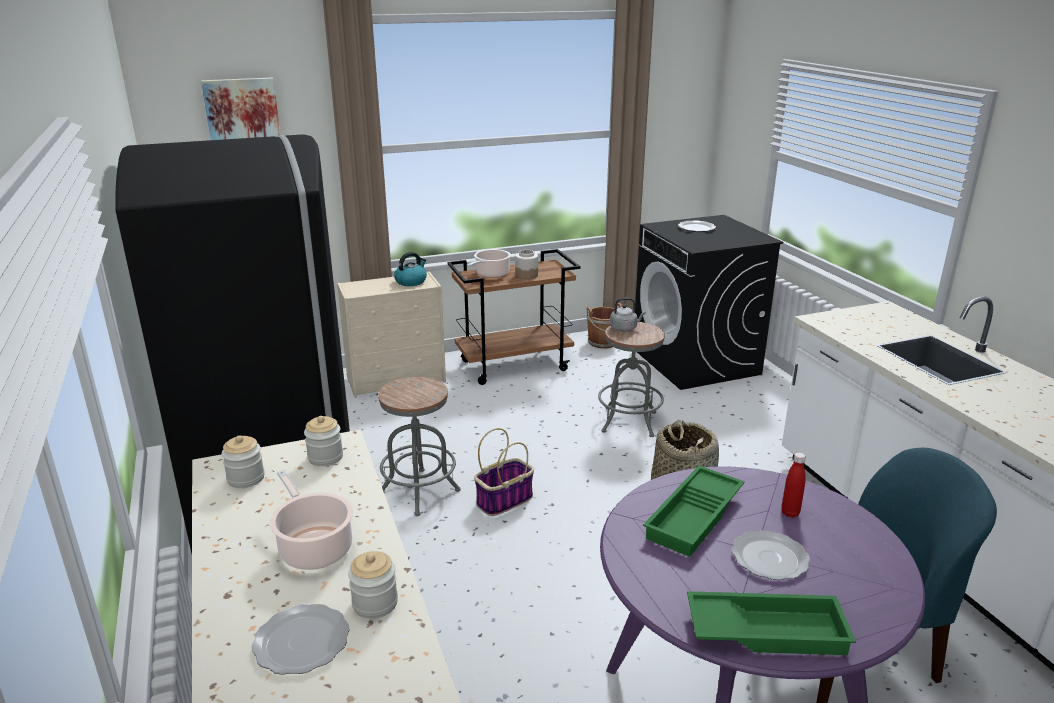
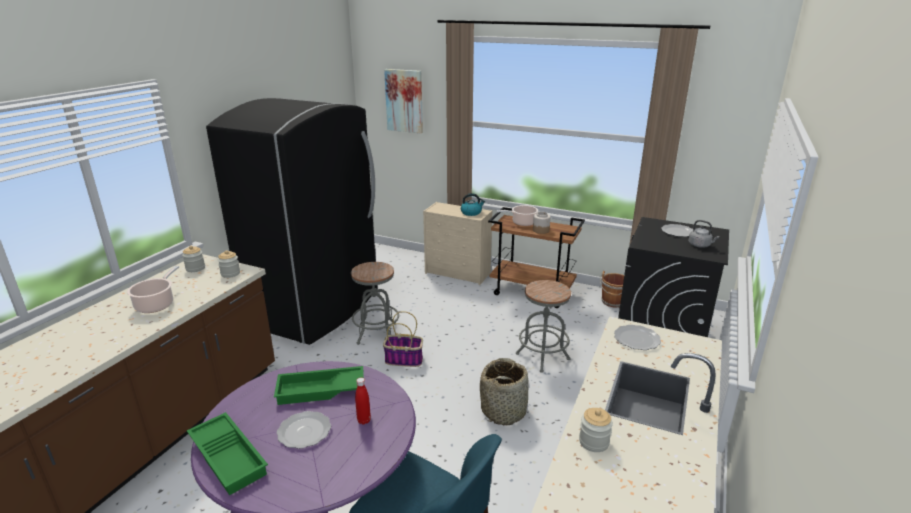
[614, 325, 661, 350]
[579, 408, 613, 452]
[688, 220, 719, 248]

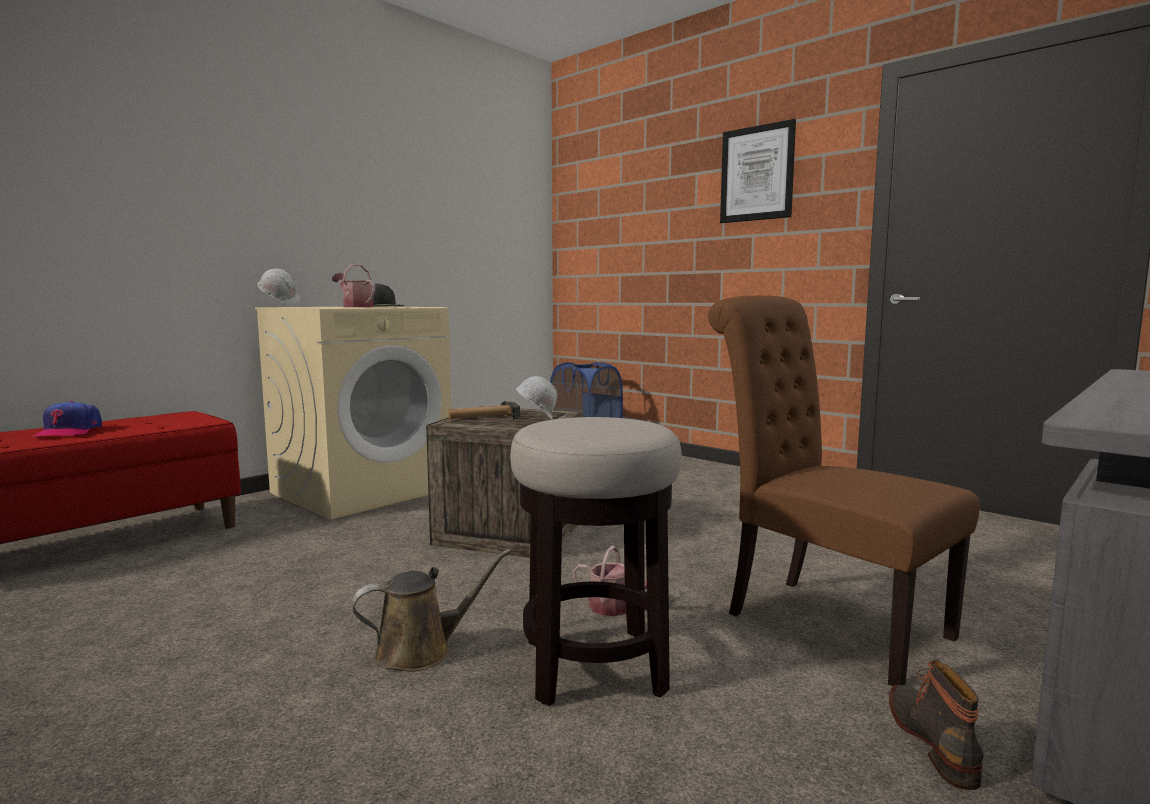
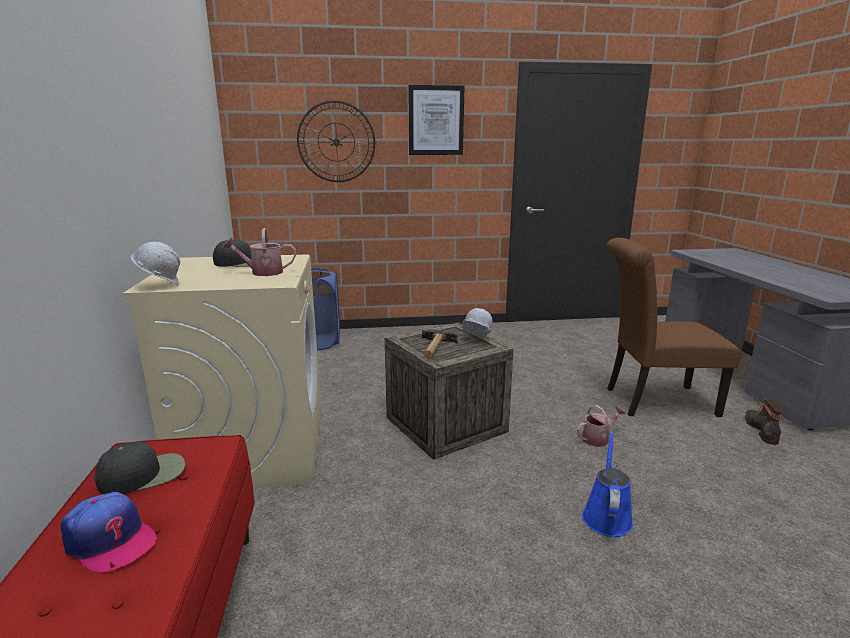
[582, 431, 633, 537]
[510, 417, 682, 706] (first image)
[745, 398, 782, 445]
[94, 442, 185, 494]
[297, 100, 375, 182]

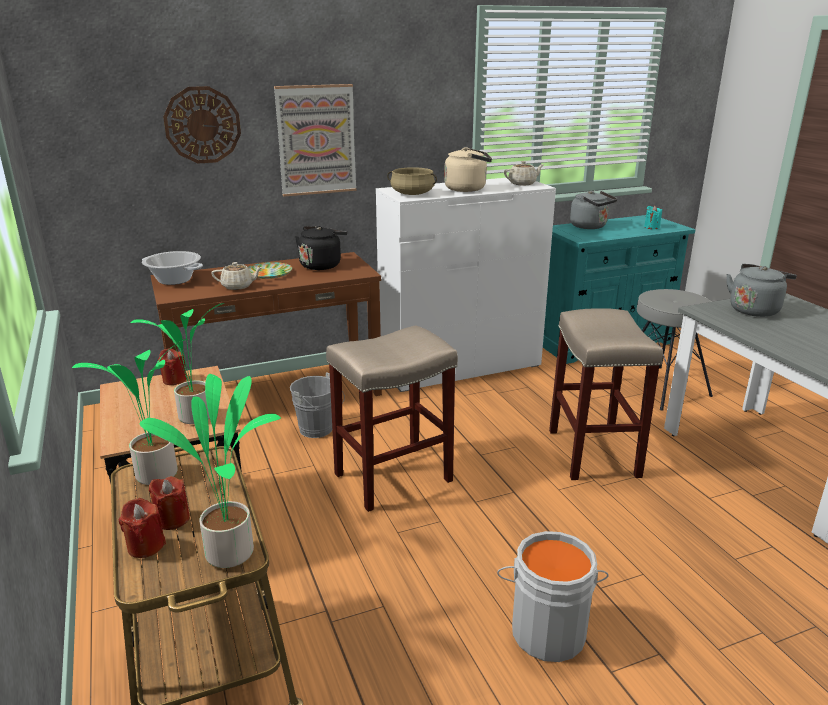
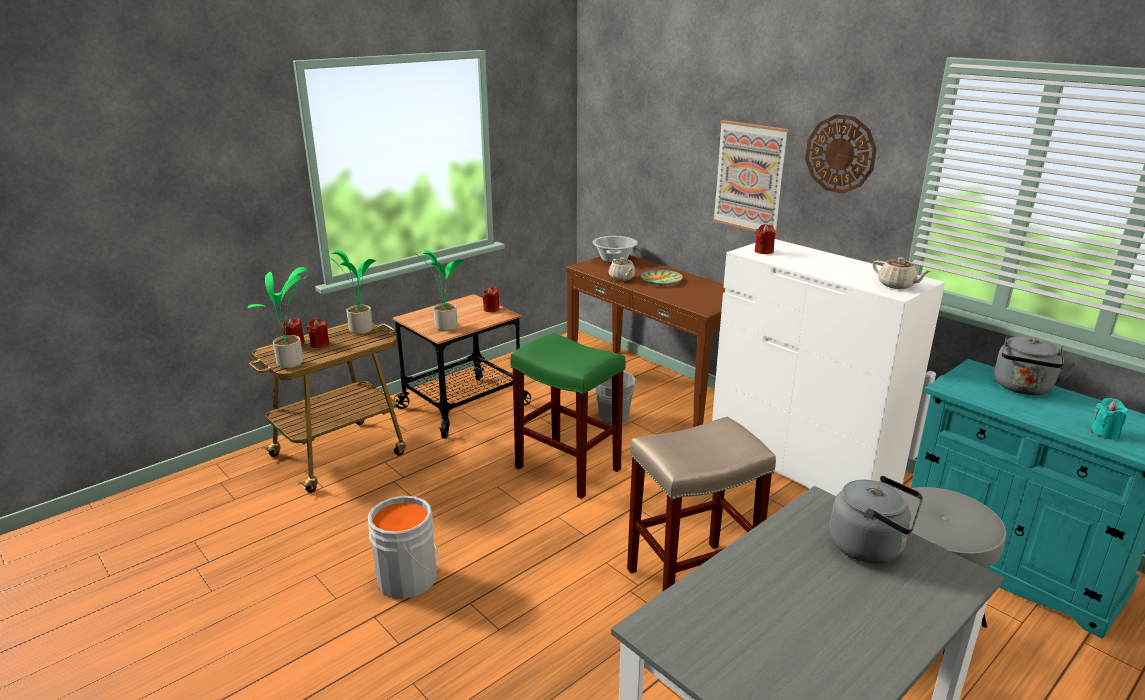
[805, 114, 877, 193]
[295, 226, 347, 270] (first image)
[510, 333, 626, 499]
[755, 224, 776, 254]
[444, 147, 492, 192] (first image)

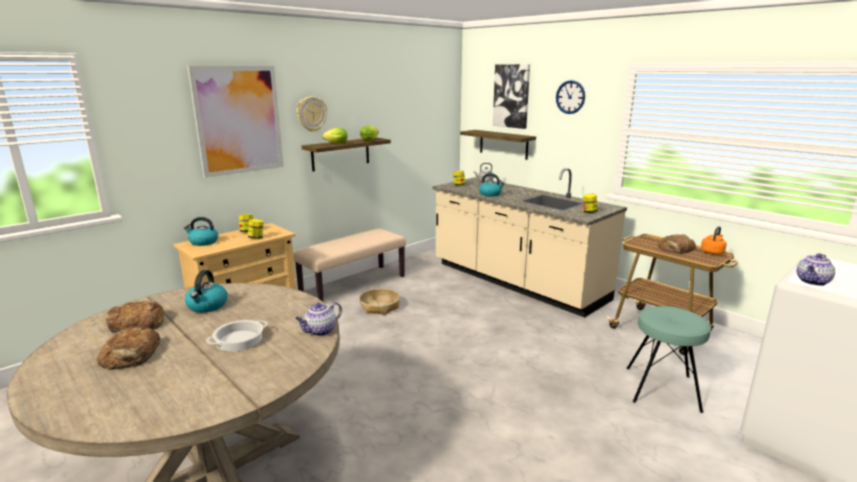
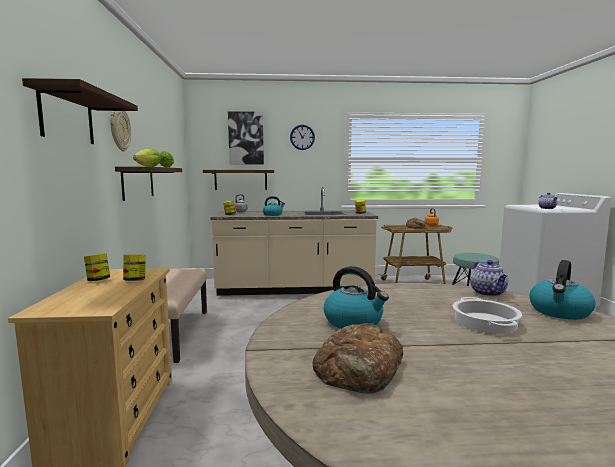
[97, 325, 160, 370] (first image)
[529, 260, 596, 320]
[22, 78, 138, 144]
[359, 288, 400, 315] (first image)

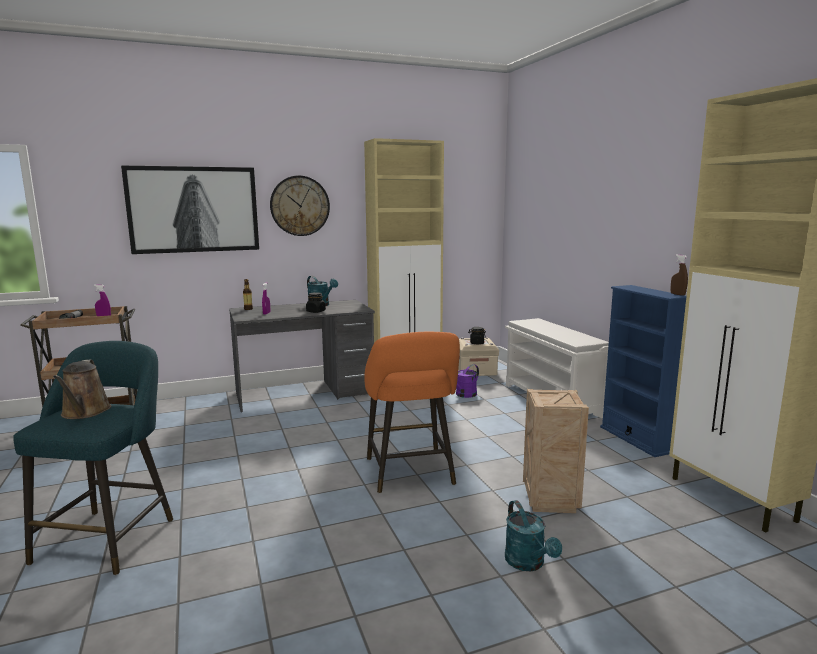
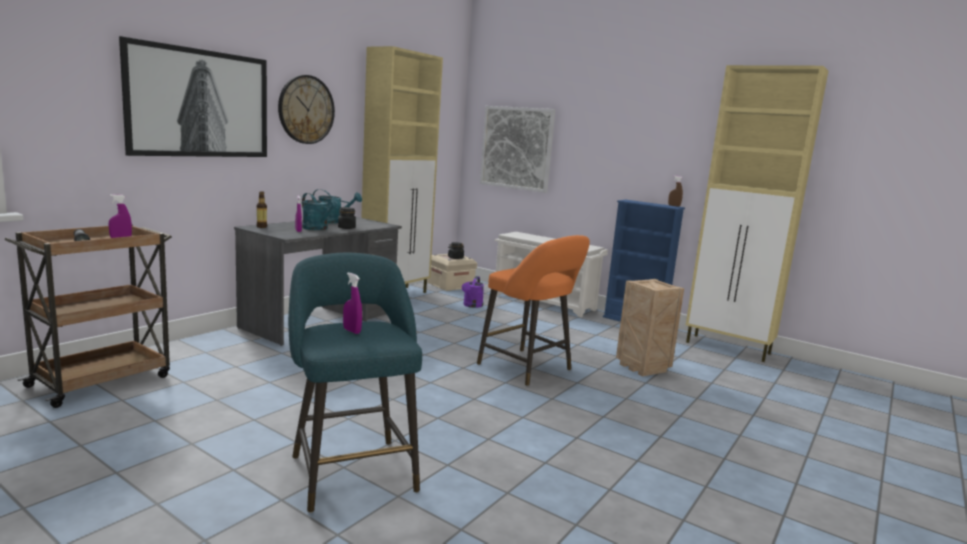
[343, 272, 362, 334]
[302, 193, 341, 230]
[480, 106, 555, 193]

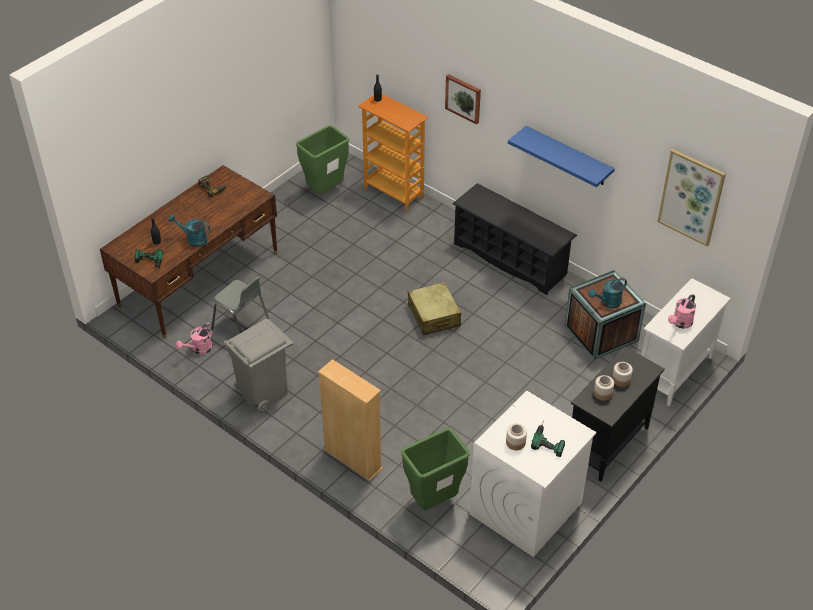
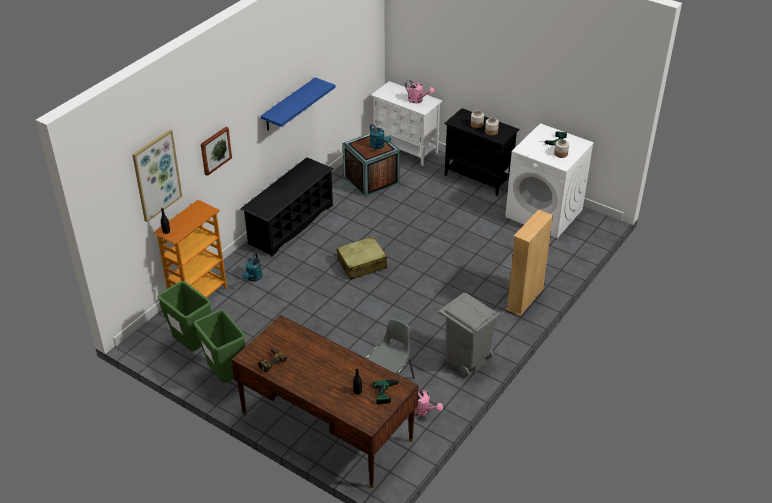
[242, 253, 262, 282]
[194, 310, 245, 383]
[132, 130, 182, 222]

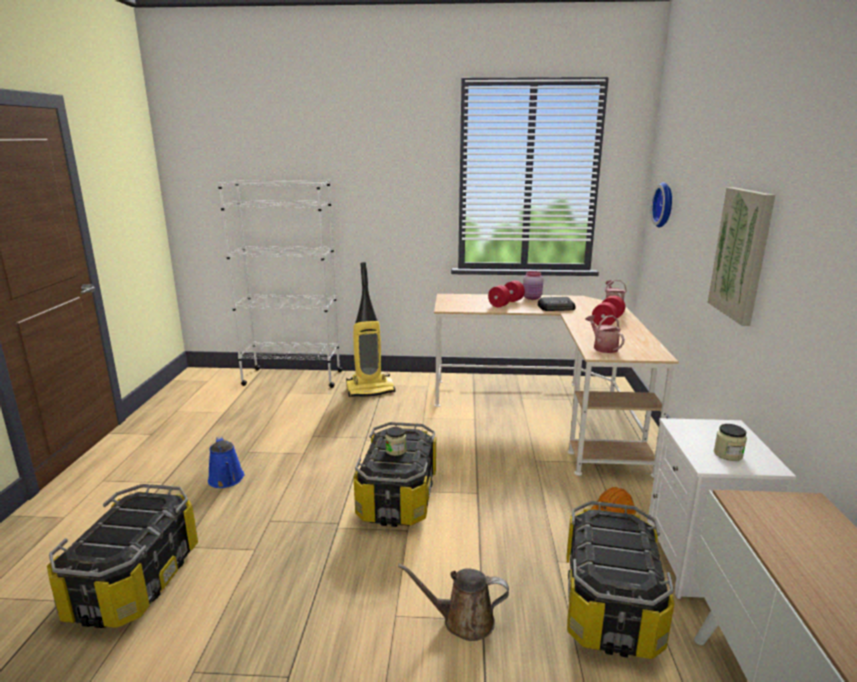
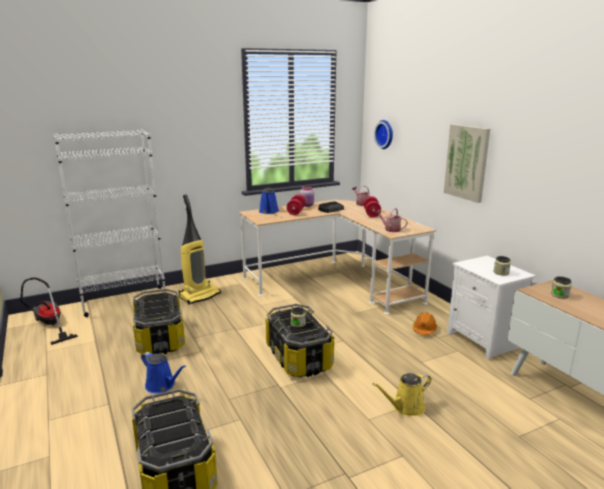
[372, 373, 431, 416]
[133, 289, 185, 354]
[20, 277, 78, 345]
[259, 188, 279, 214]
[551, 276, 572, 299]

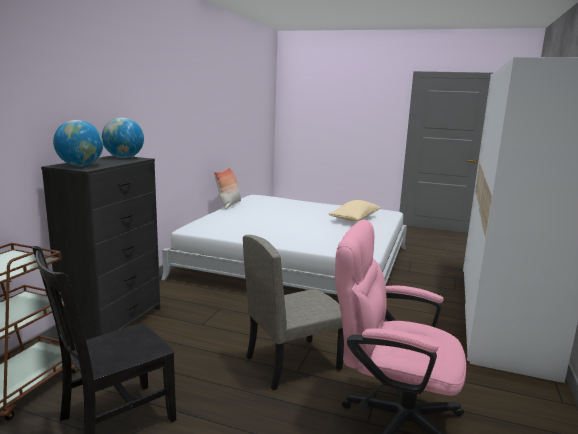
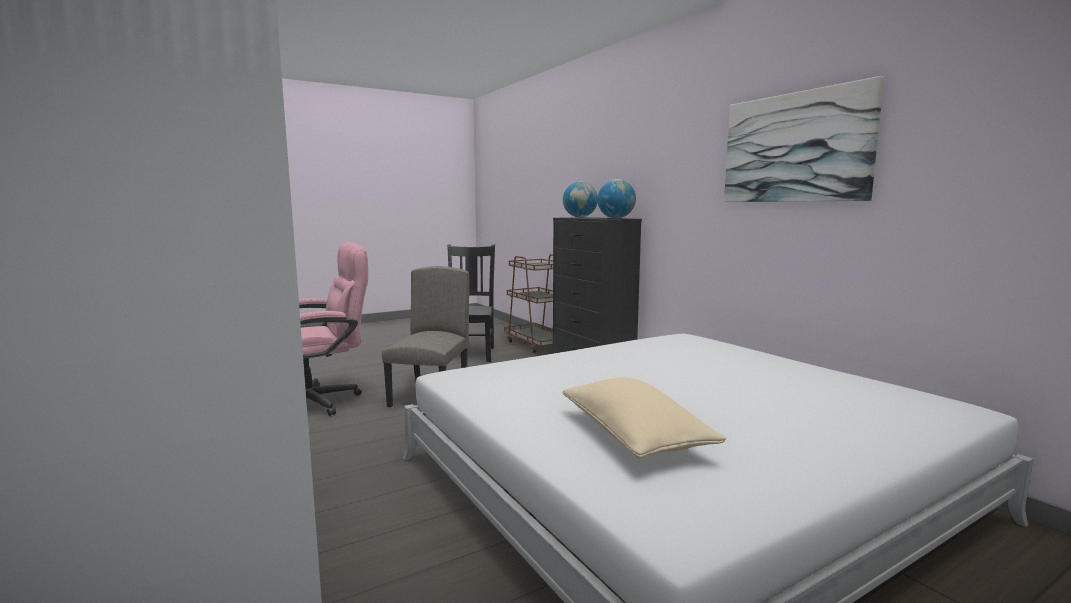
[214, 167, 241, 210] (first image)
[724, 76, 884, 202]

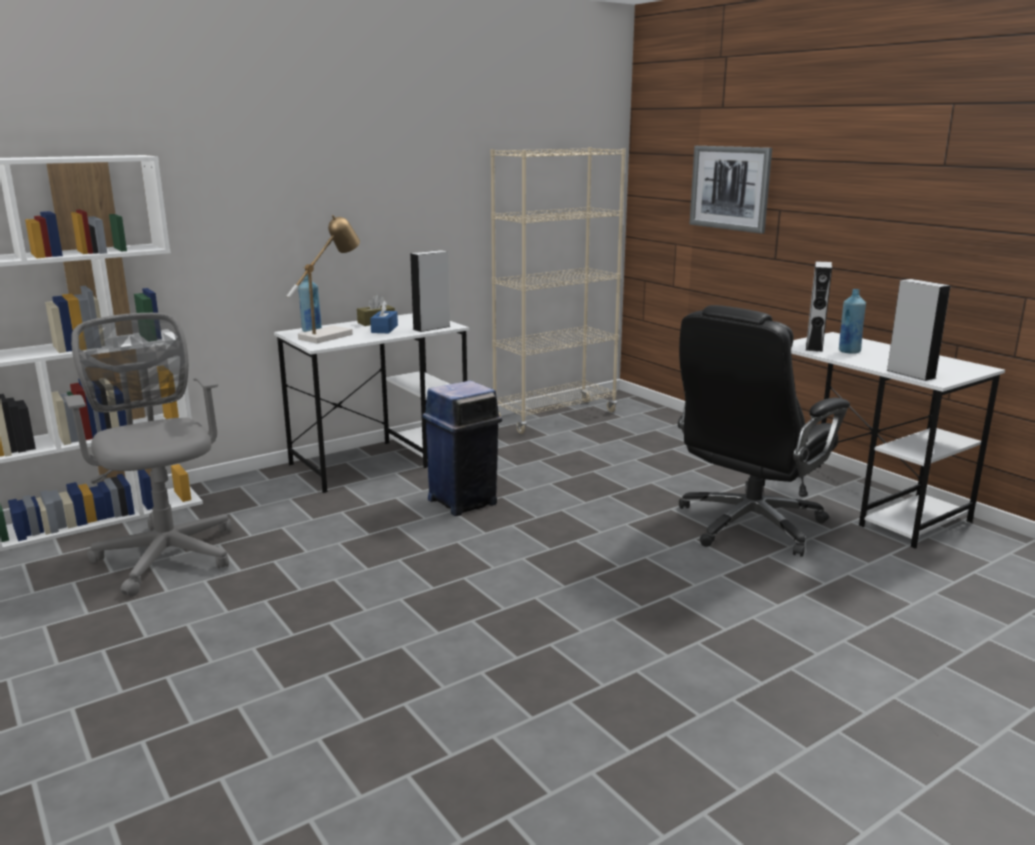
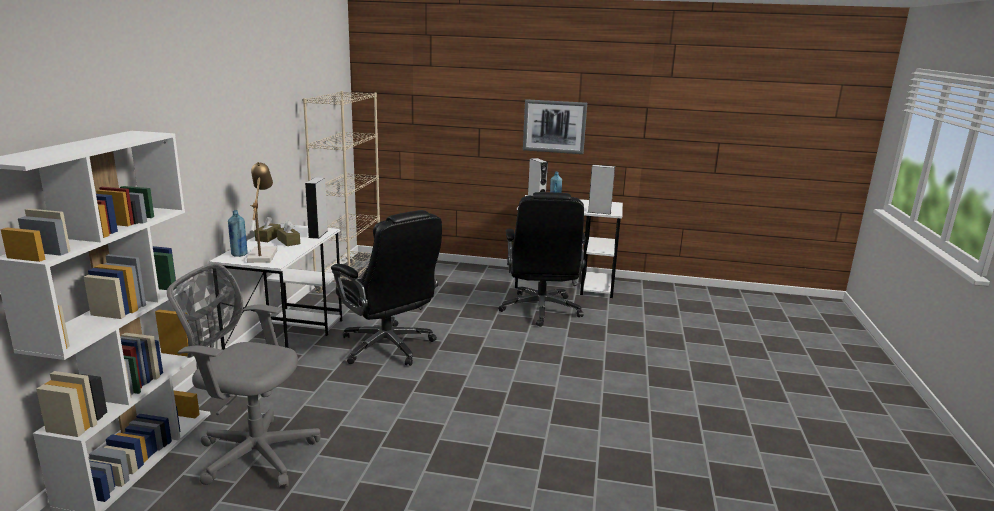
[277, 220, 300, 246]
[331, 210, 442, 366]
[523, 99, 587, 154]

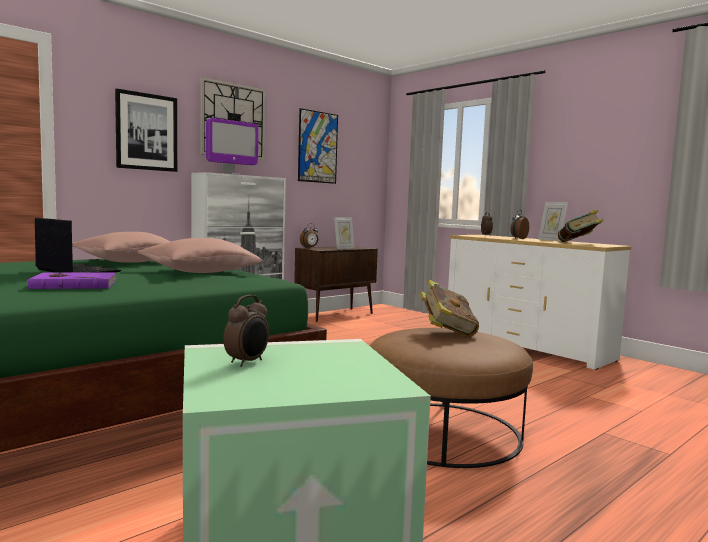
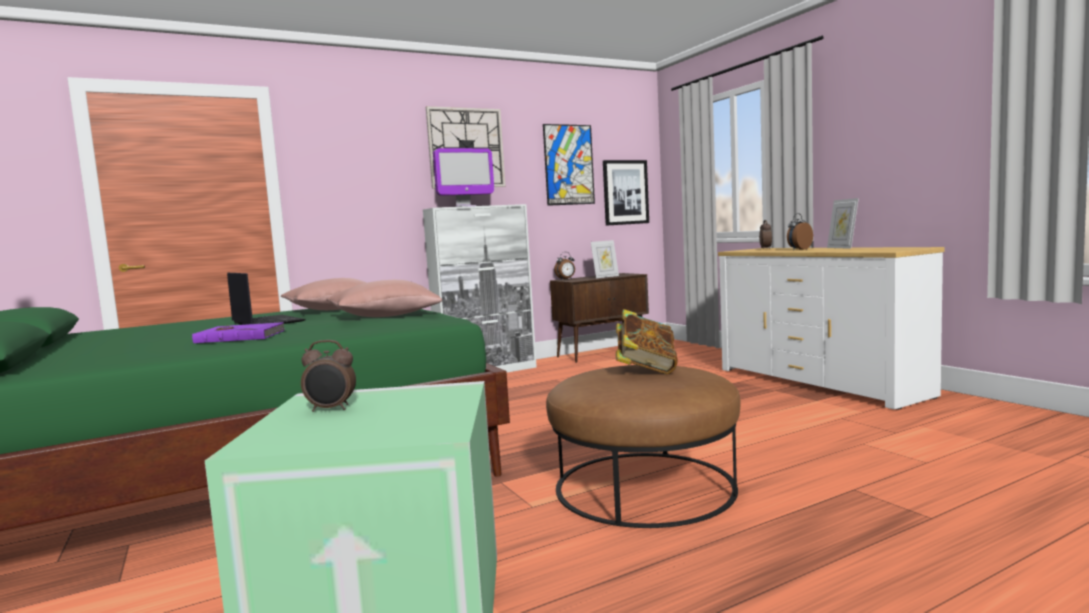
[603, 160, 649, 226]
[301, 340, 356, 412]
[558, 209, 604, 242] (first image)

